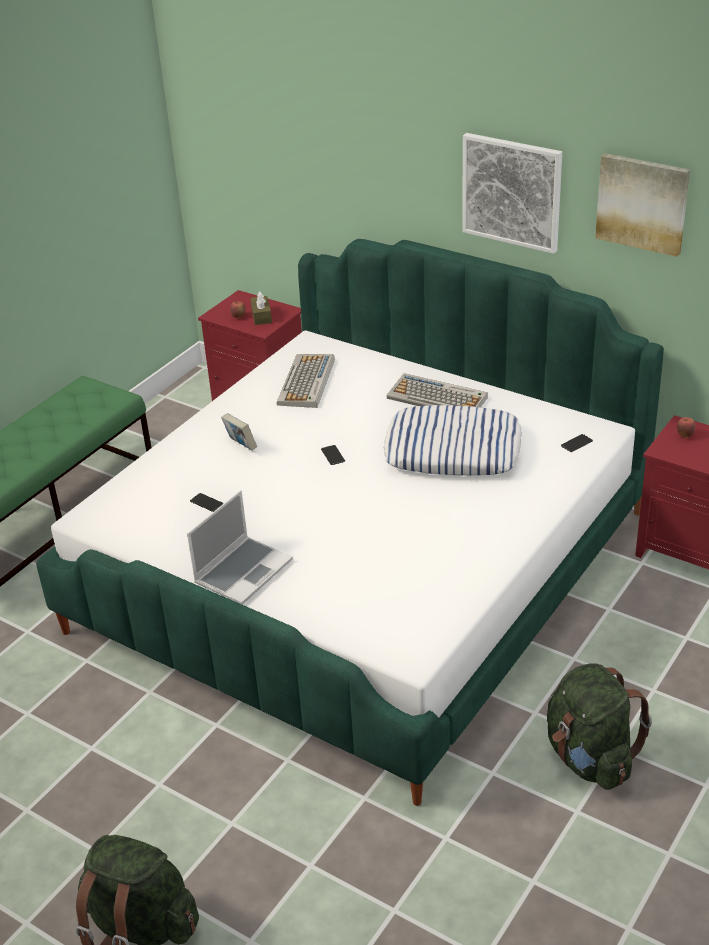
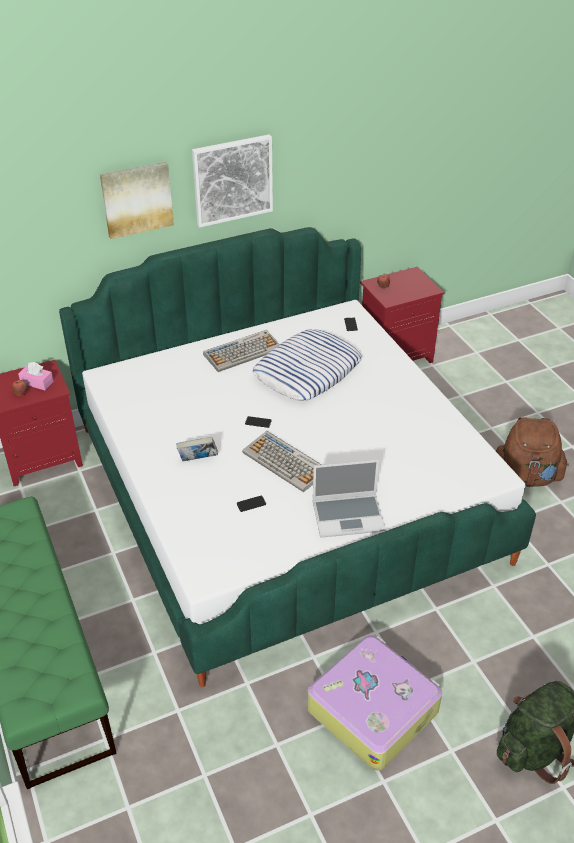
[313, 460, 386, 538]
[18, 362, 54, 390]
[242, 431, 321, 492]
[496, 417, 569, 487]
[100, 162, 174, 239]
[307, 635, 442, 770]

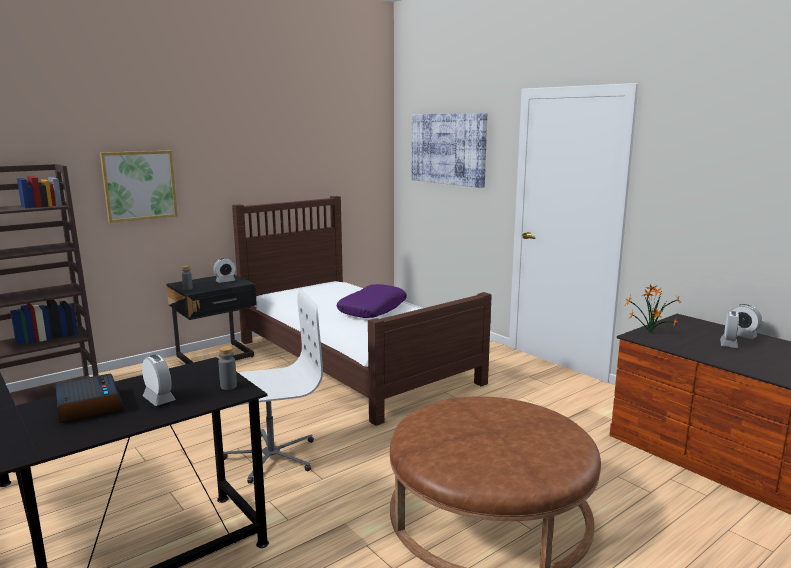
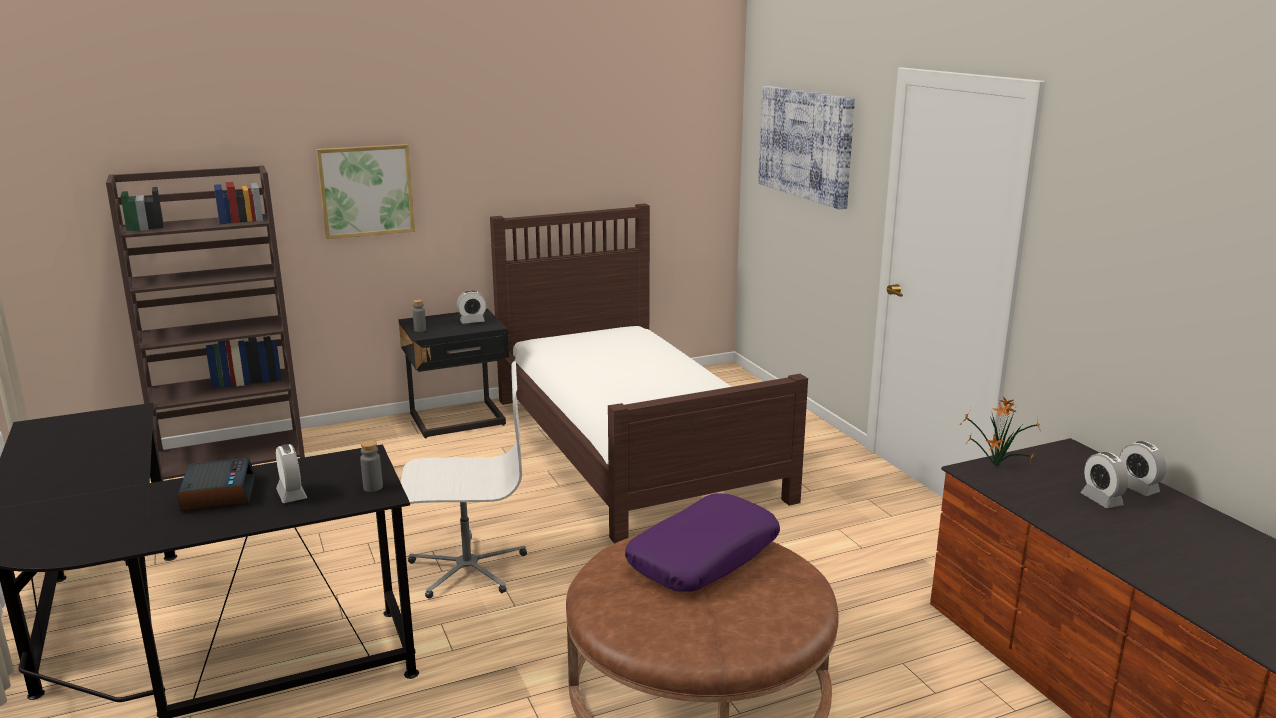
[625, 493, 780, 592]
[1081, 452, 1128, 508]

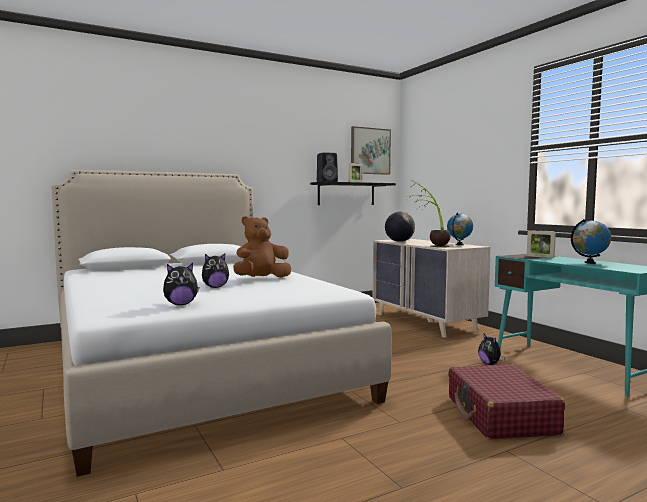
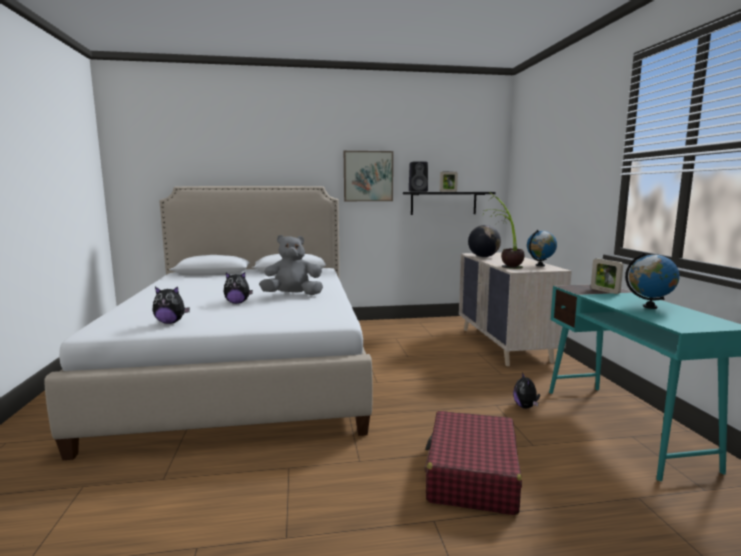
[259, 235, 323, 295]
[344, 151, 393, 201]

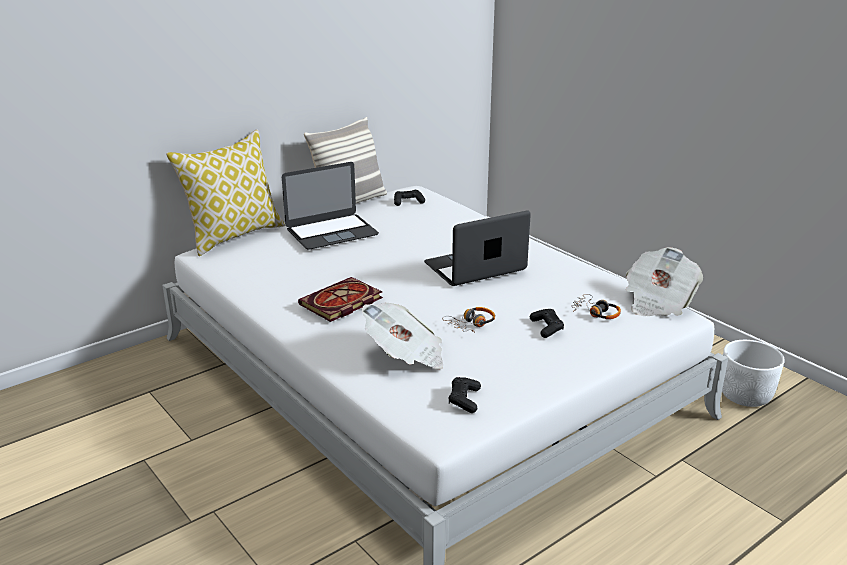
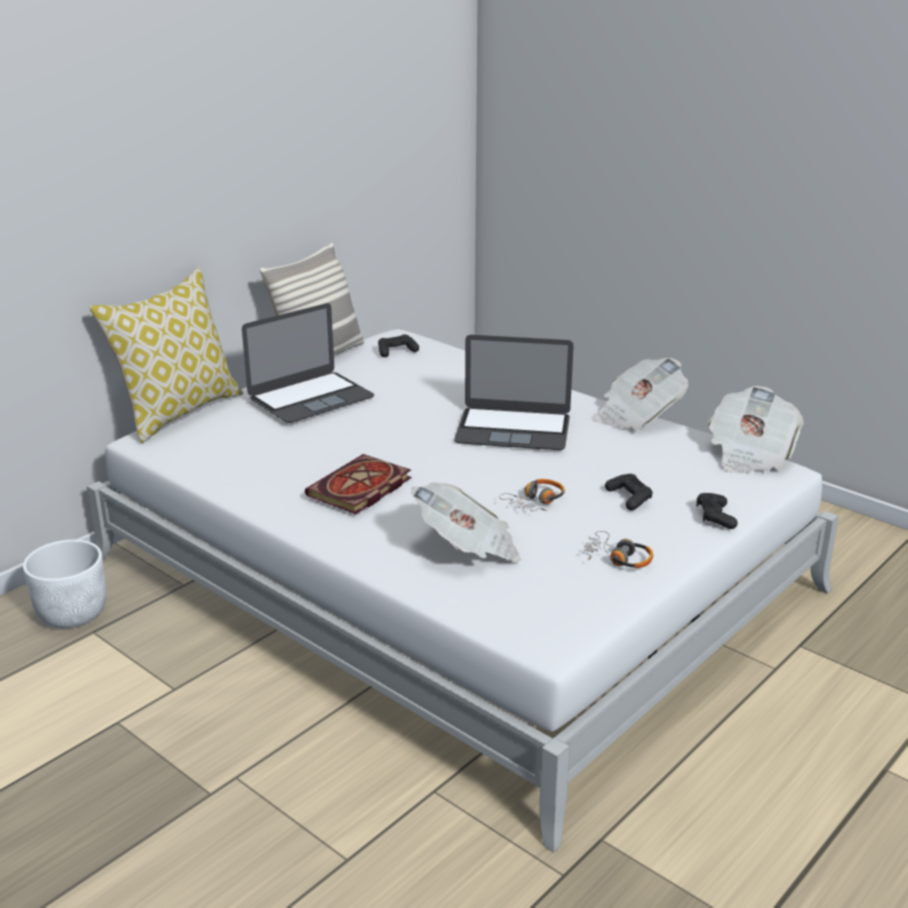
[454, 335, 574, 450]
[697, 493, 738, 529]
[583, 531, 653, 568]
[23, 540, 106, 628]
[594, 358, 688, 430]

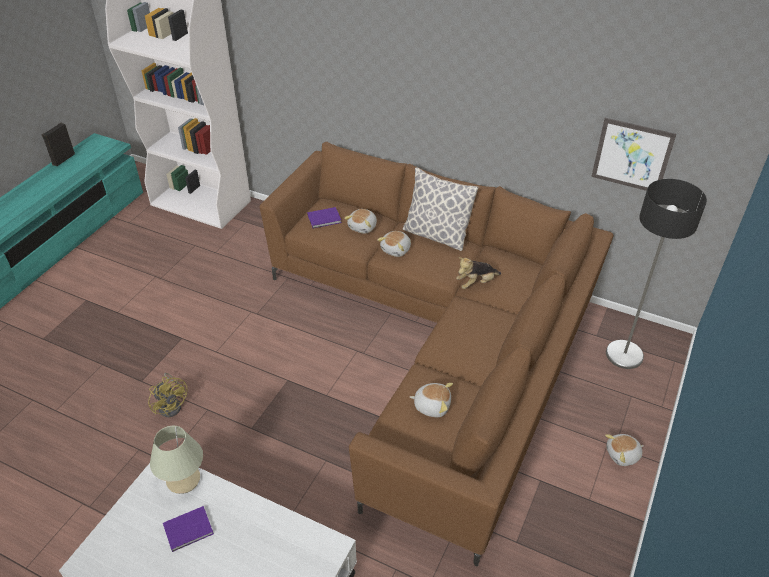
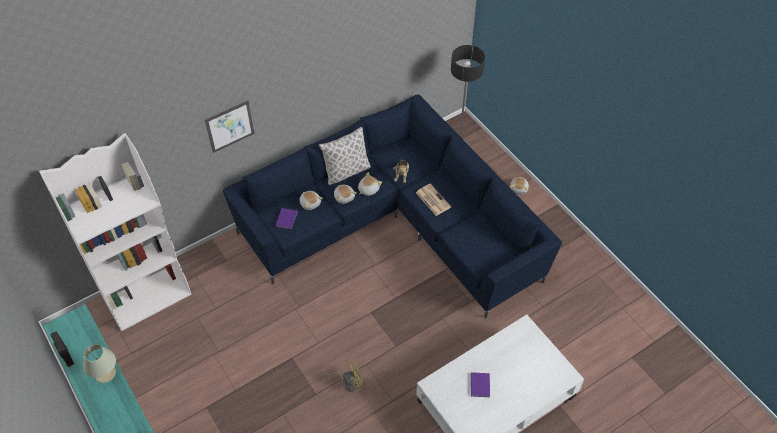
[83, 344, 116, 383]
[223, 95, 562, 318]
[358, 172, 382, 196]
[205, 101, 254, 153]
[416, 184, 451, 216]

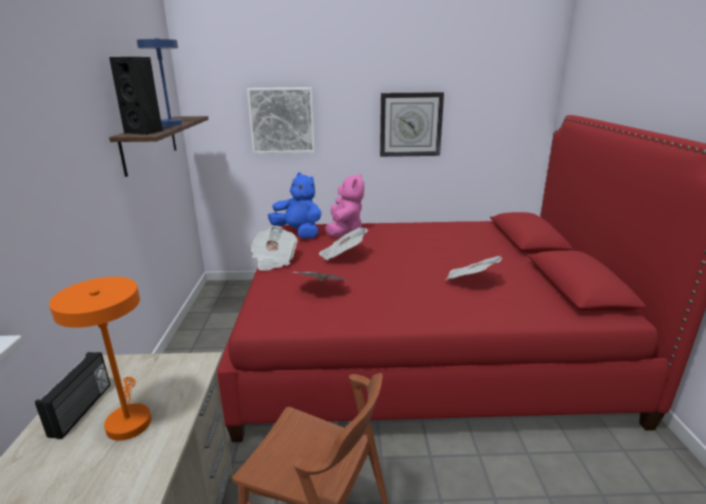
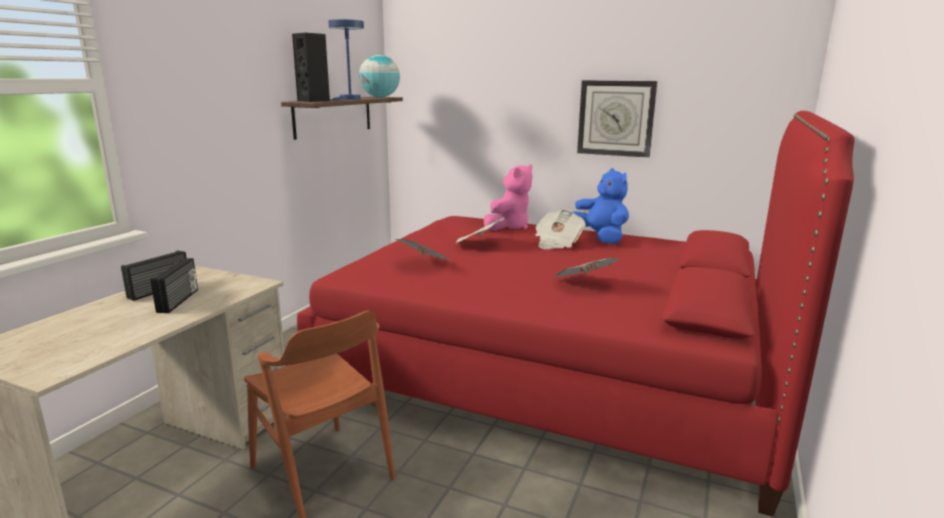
[150, 258, 198, 313]
[247, 87, 315, 154] (first image)
[535, 209, 586, 249]
[572, 168, 629, 244]
[359, 55, 400, 97]

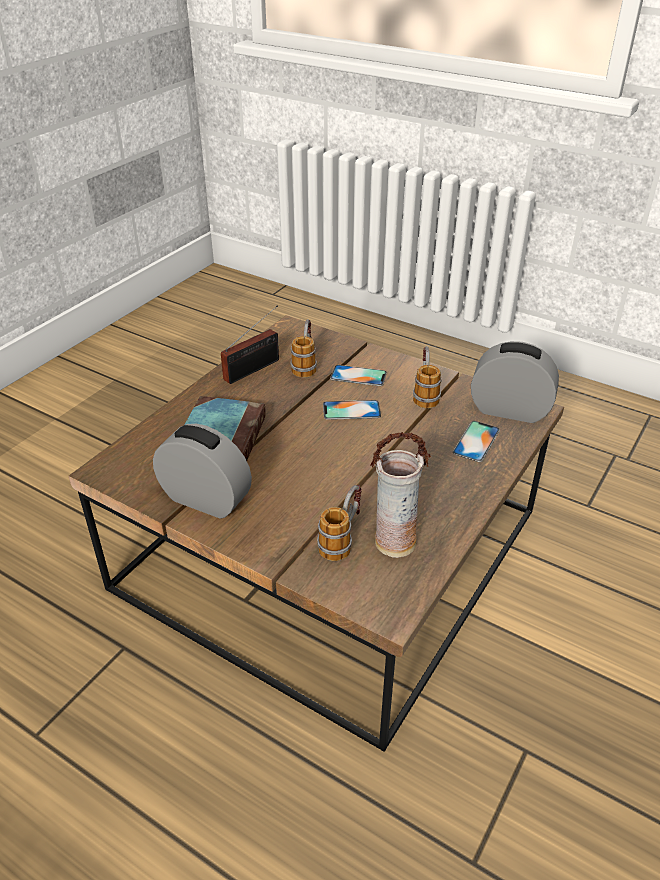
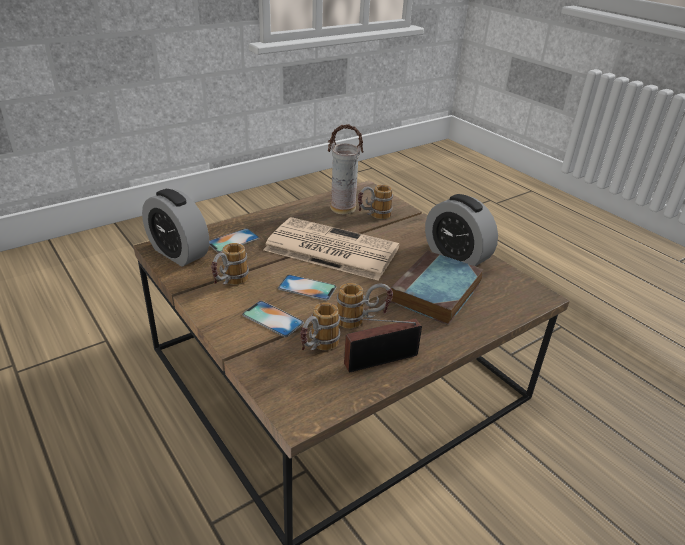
[263, 217, 400, 281]
[337, 283, 393, 329]

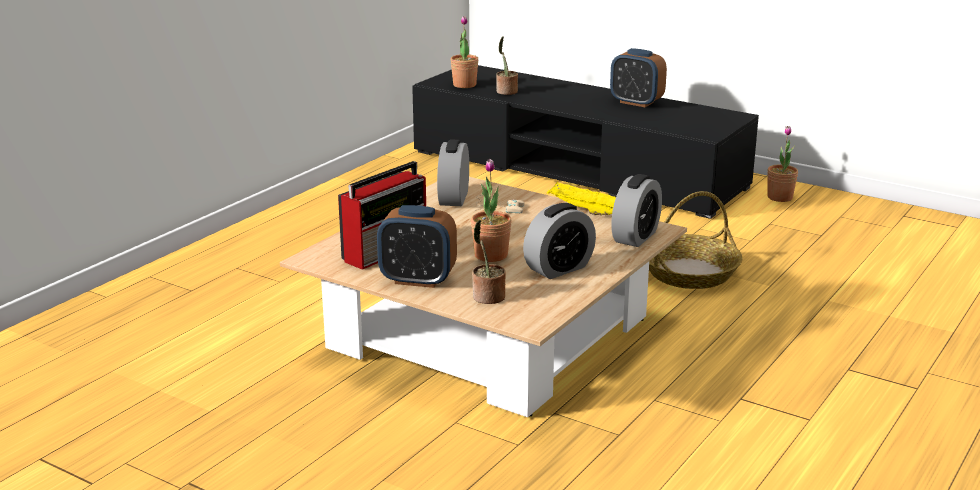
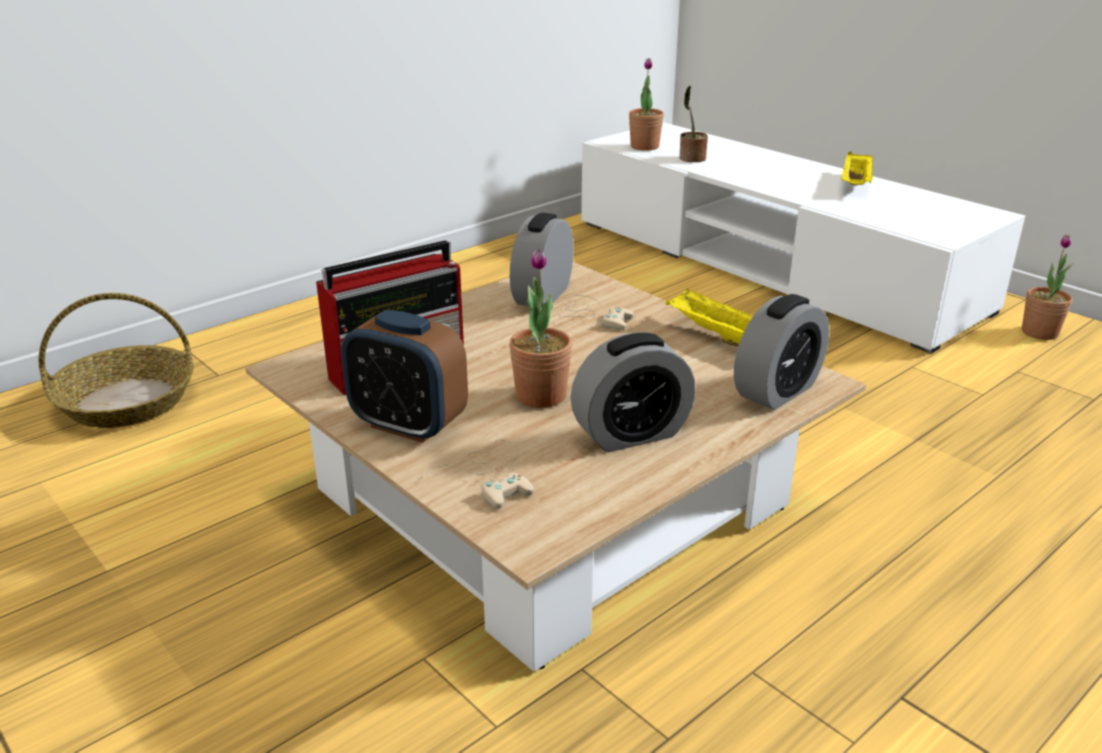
[581, 122, 1025, 354]
[423, 439, 534, 508]
[841, 151, 873, 185]
[39, 293, 194, 428]

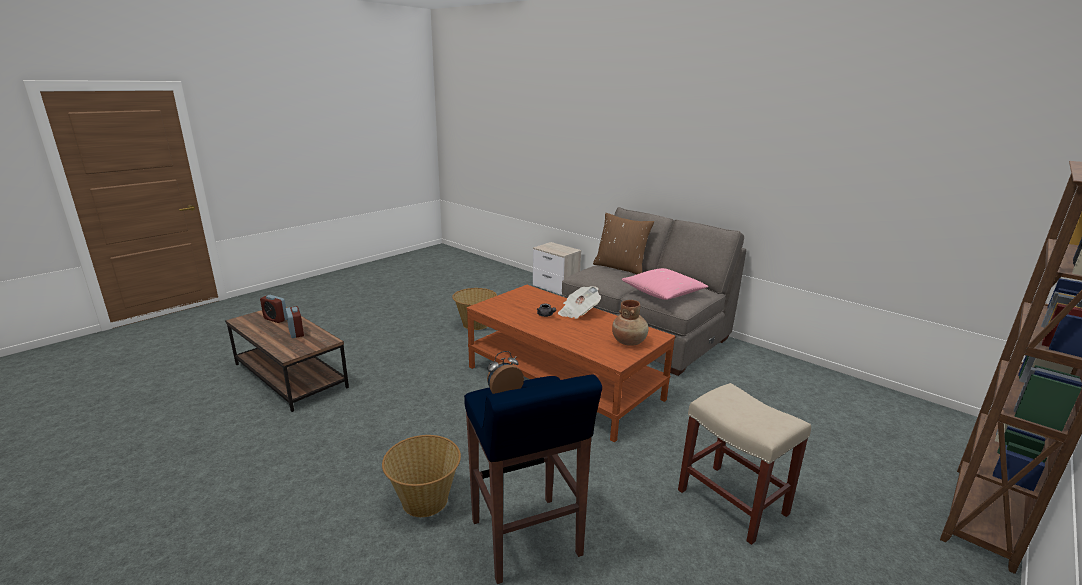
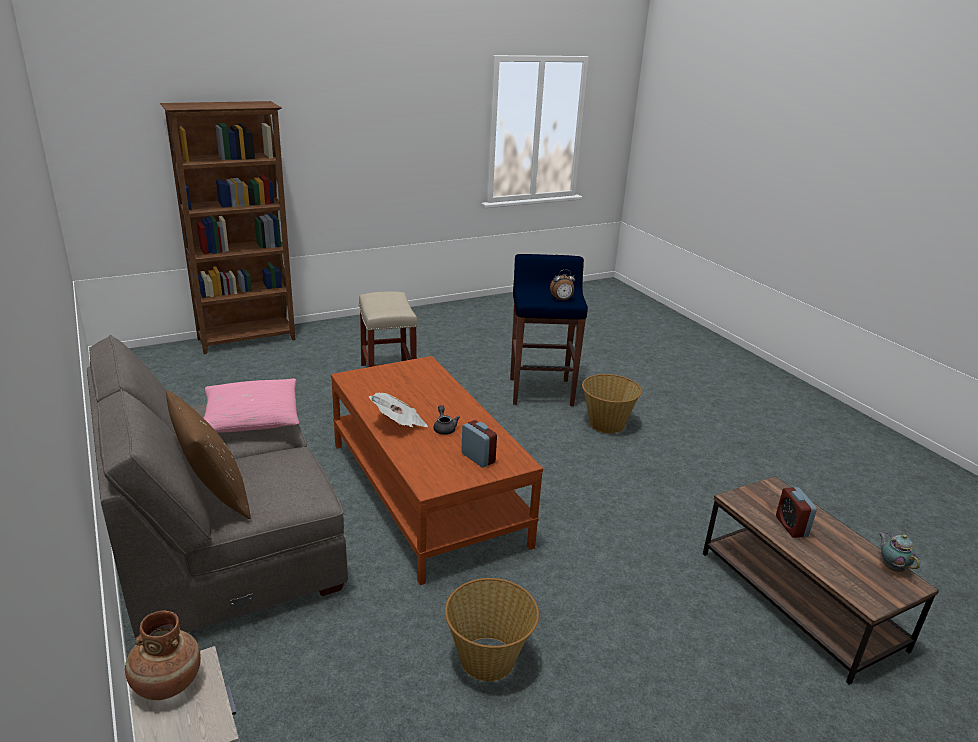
[461, 420, 497, 467]
[125, 611, 201, 700]
[879, 531, 920, 572]

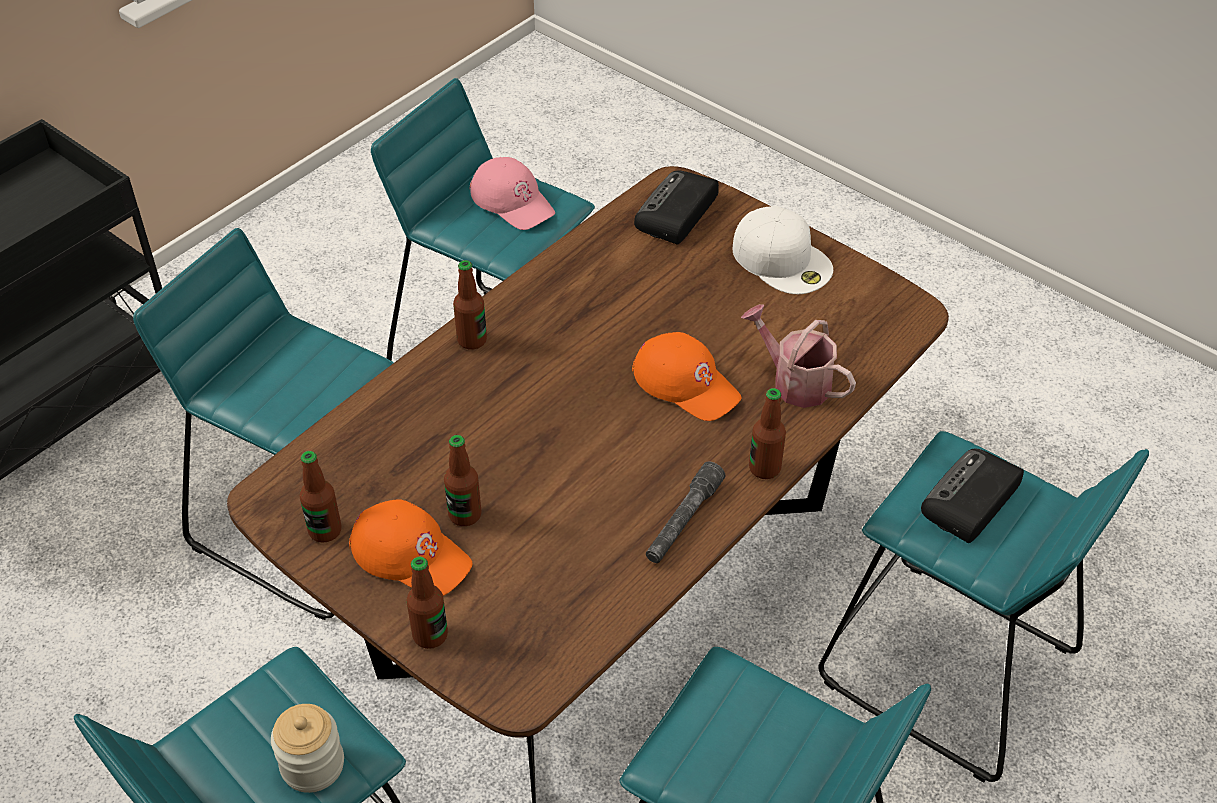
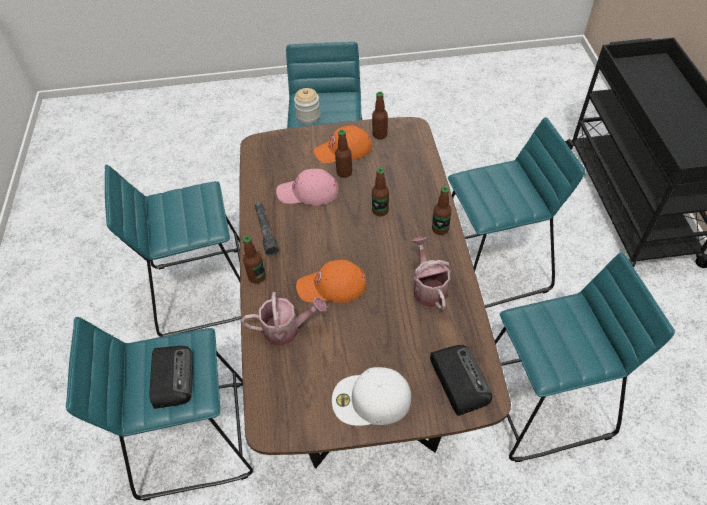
[372, 168, 389, 216]
[276, 169, 339, 206]
[412, 237, 452, 310]

